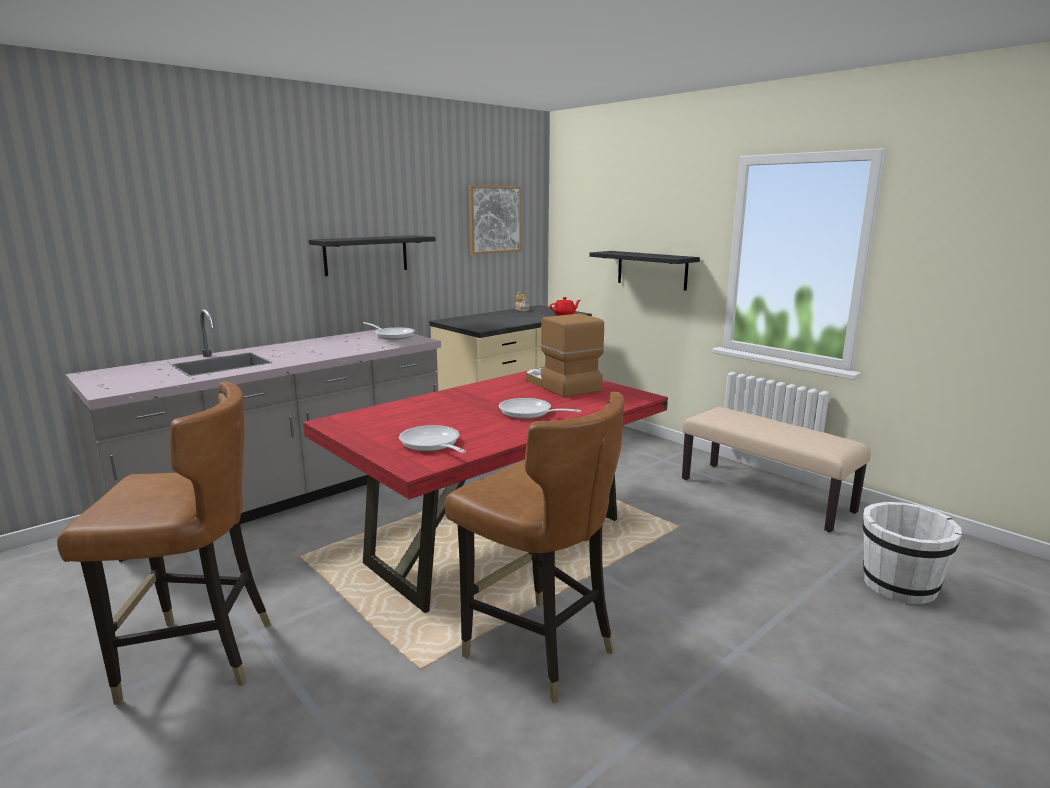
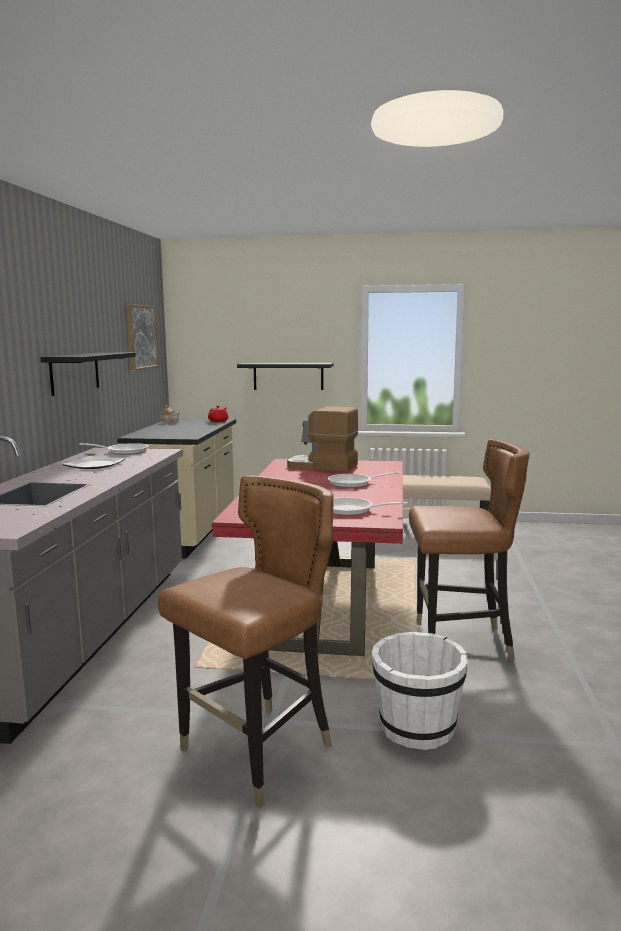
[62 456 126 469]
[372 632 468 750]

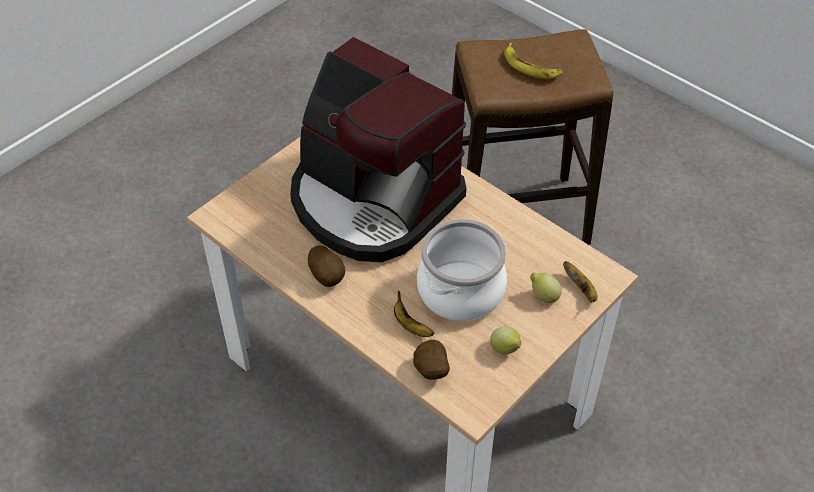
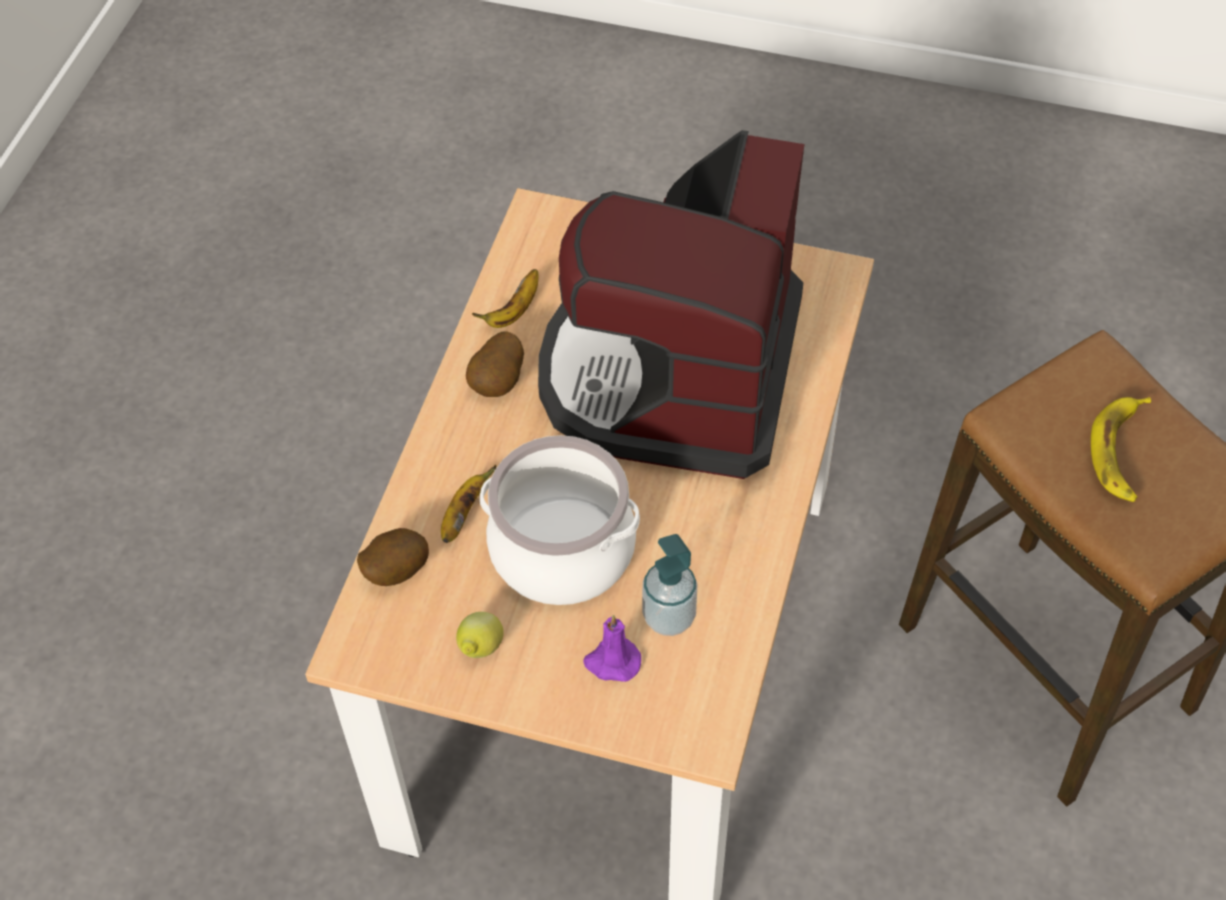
[642 534 697 636]
[472 269 538 328]
[583 615 641 682]

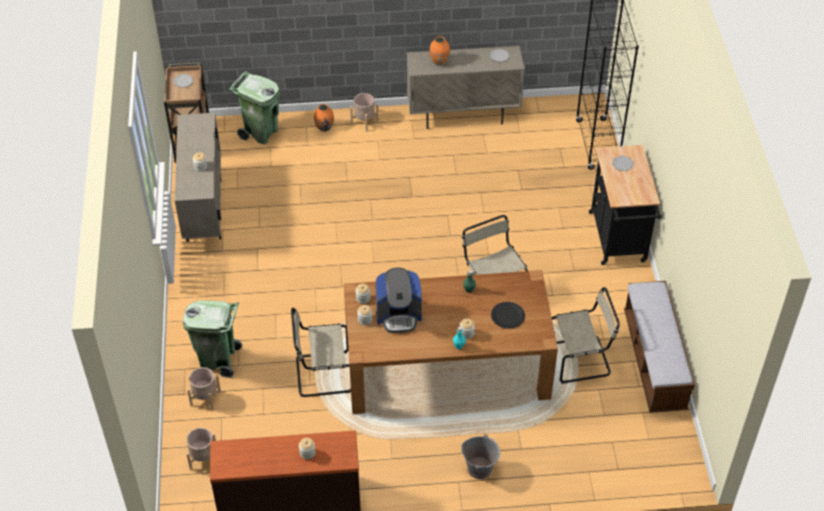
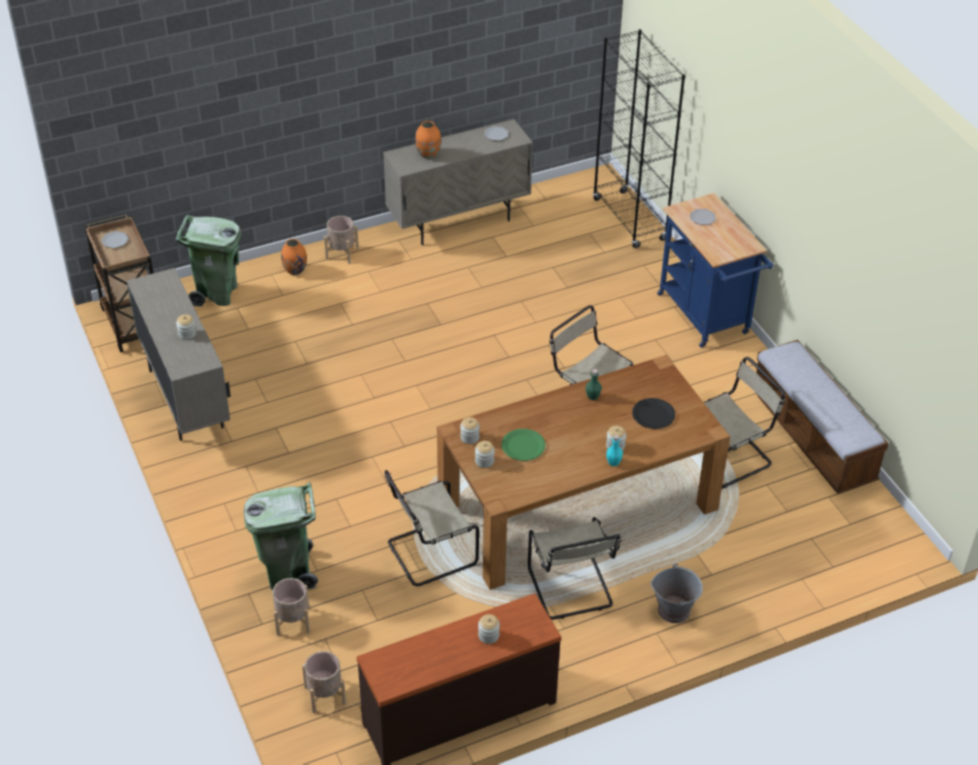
[528 517 622 620]
[502 429 545 461]
[657 193 774 348]

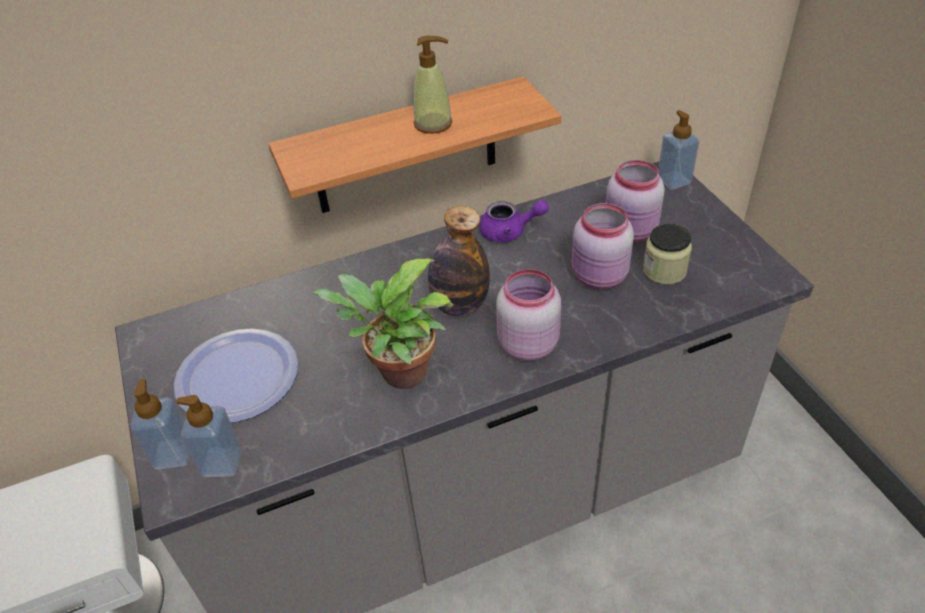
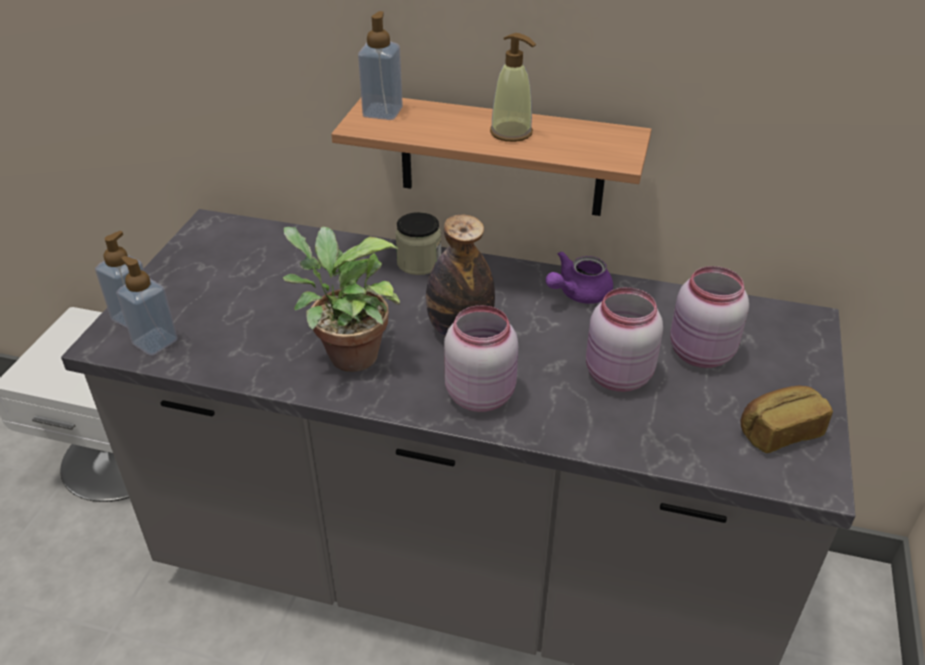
[174 328 298 423] (first image)
[740 386 833 453]
[395 212 441 275]
[358 11 403 120]
[546 251 613 304]

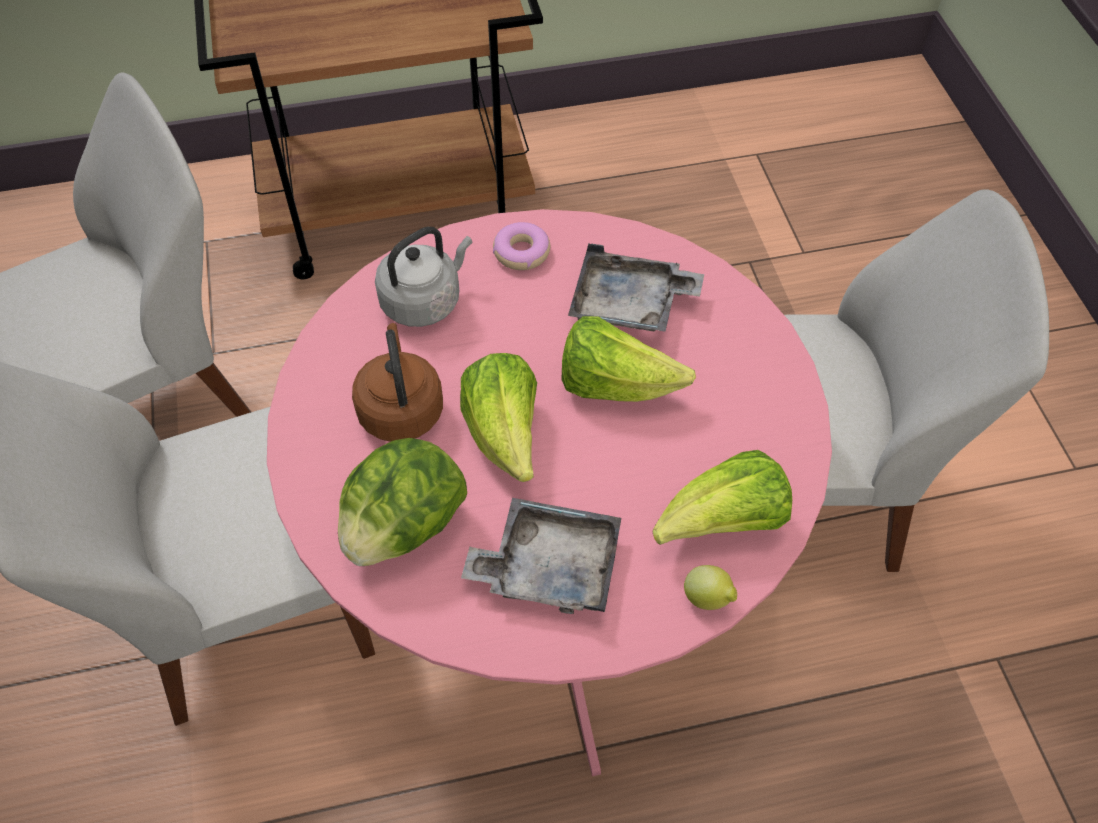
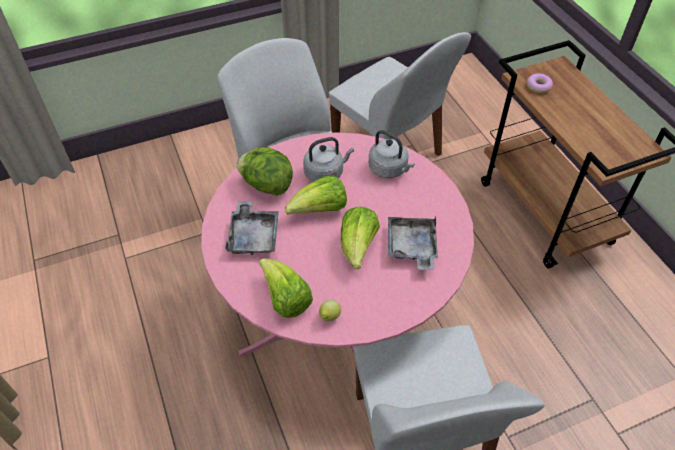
[527 74 553 93]
[319 300 341 321]
[303 137 354 182]

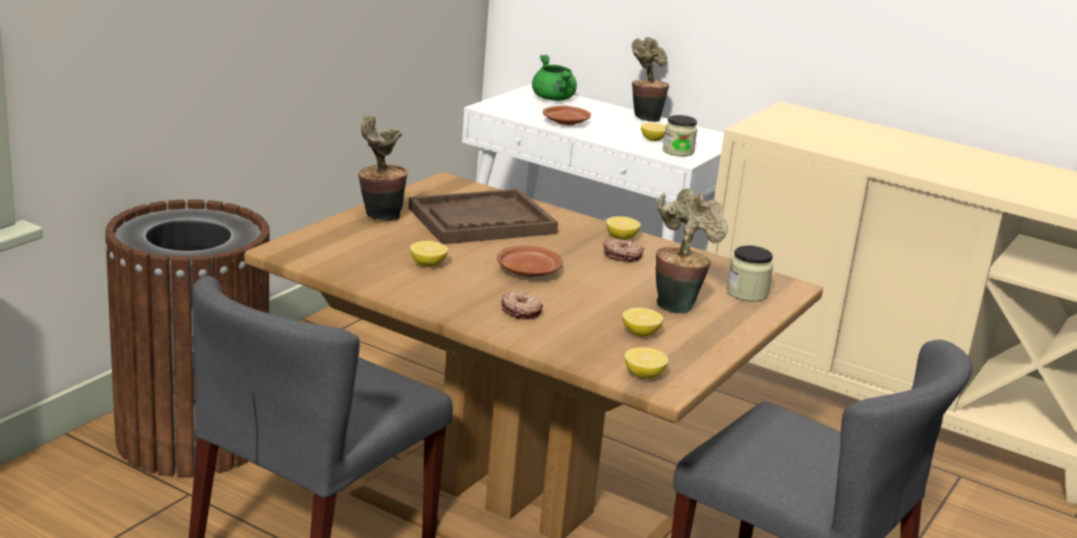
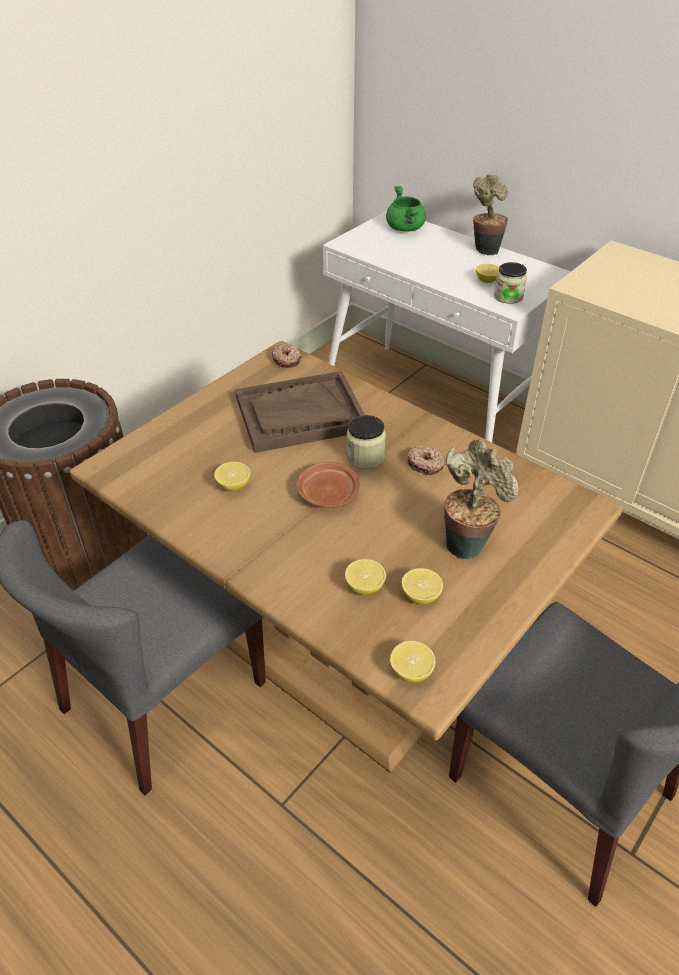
[358 115 408 221] (first image)
[543 106 591 125] (first image)
[272 344 301 368]
[345 559 386 595]
[346 415 386 469]

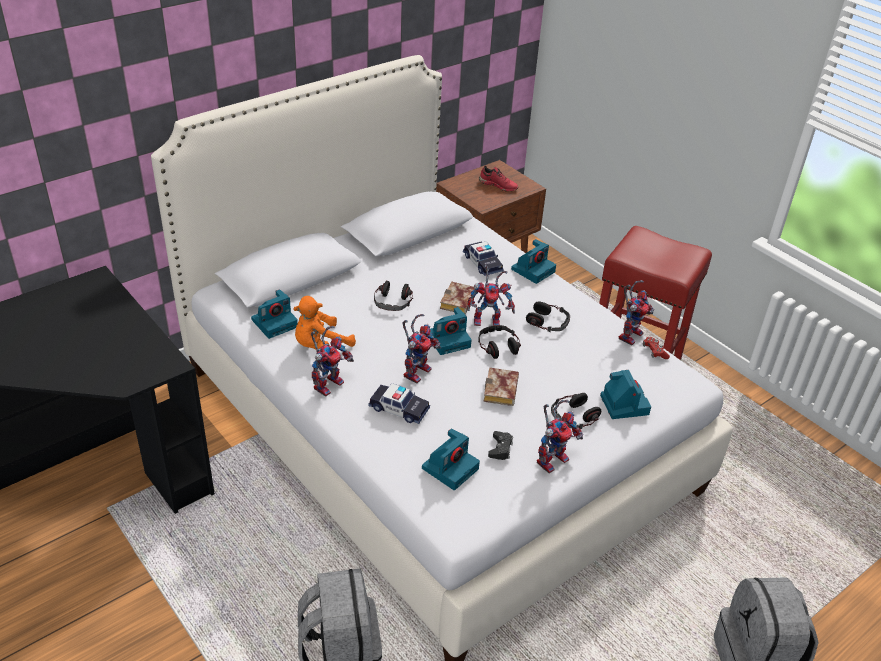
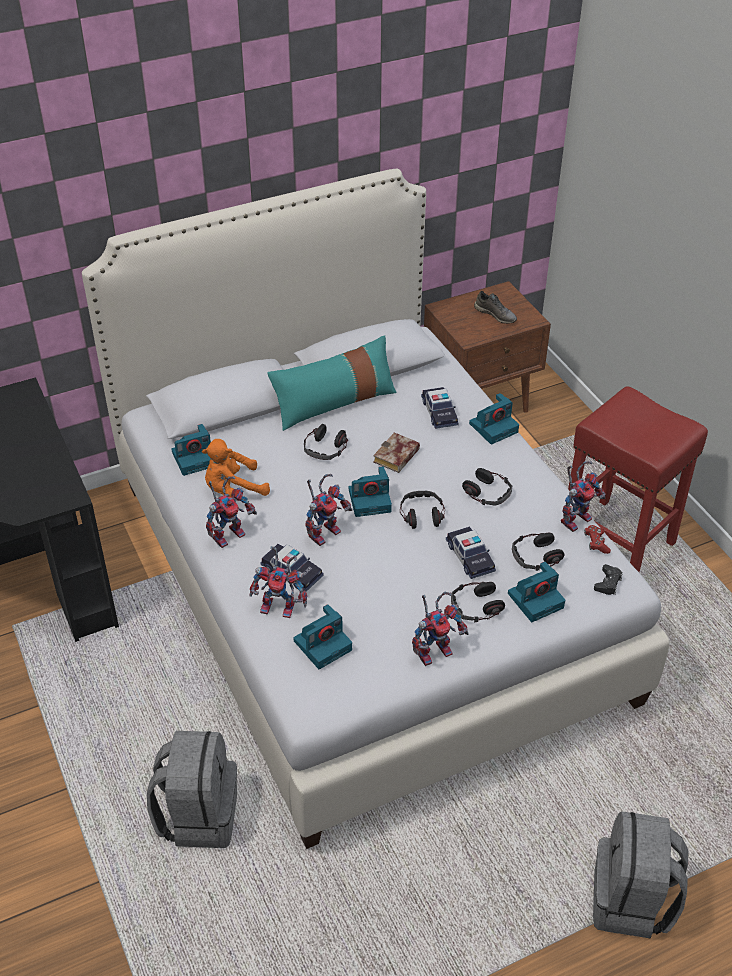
[484 368 519 406] (first image)
[267 335 397 431]
[446 527 496 579]
[512 533 565 571]
[250 546 307 618]
[594 564 623 595]
[474 291 517 324]
[508 562 565 622]

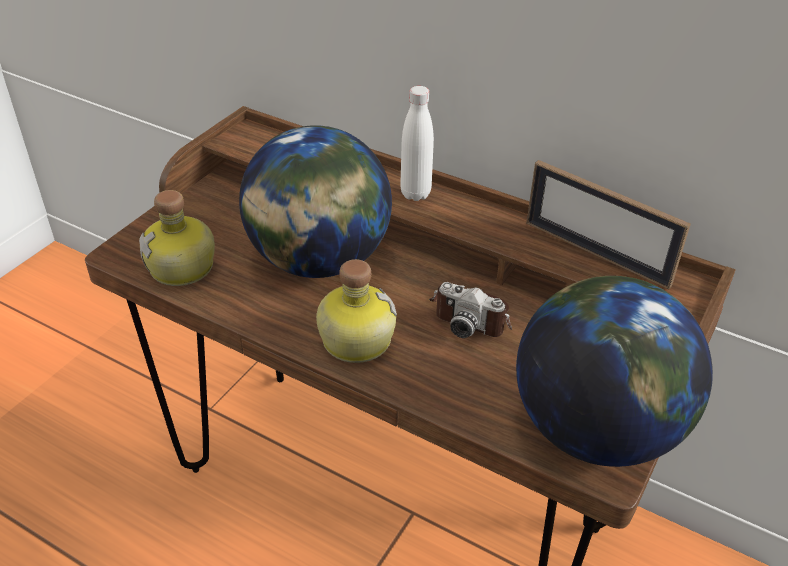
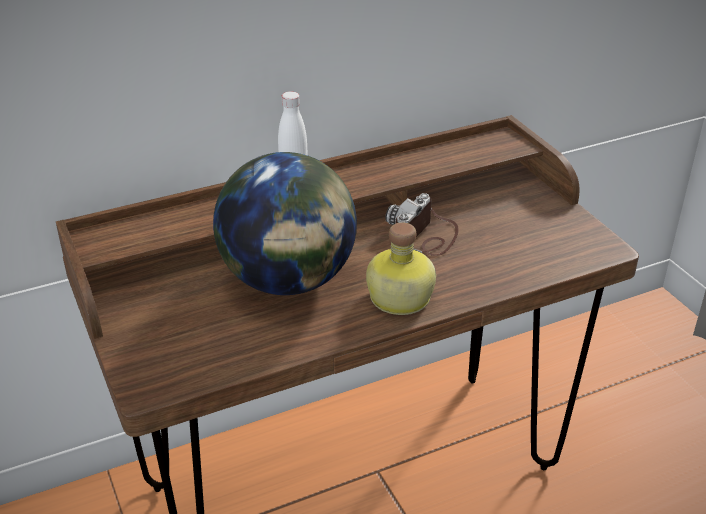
[139 190 215 286] (first image)
[516 276 713 467] (first image)
[526 160 691 289] (first image)
[385 193 459 256]

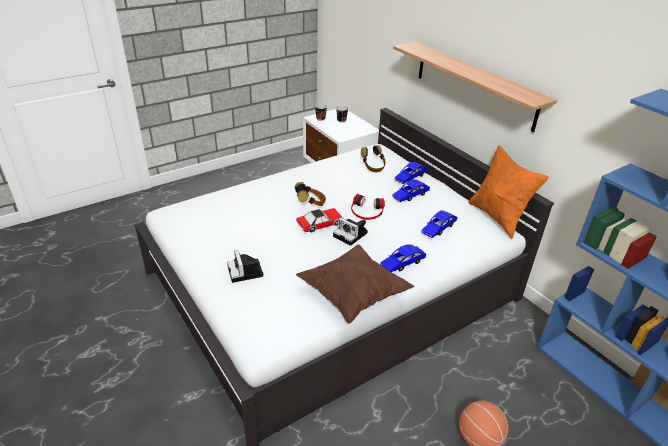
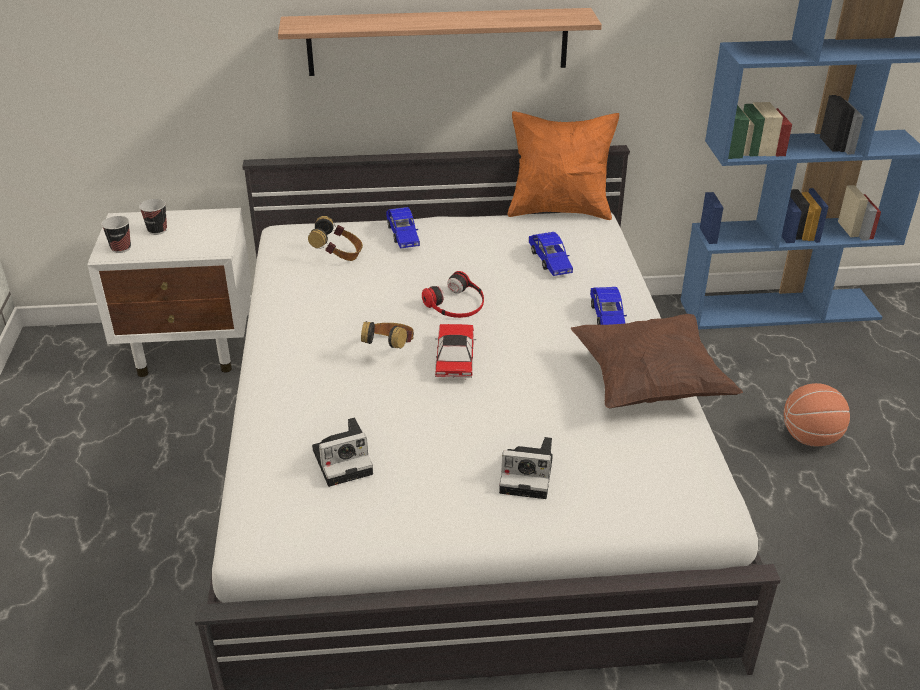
[392 179 430 202] (first image)
[312 418 373 487]

